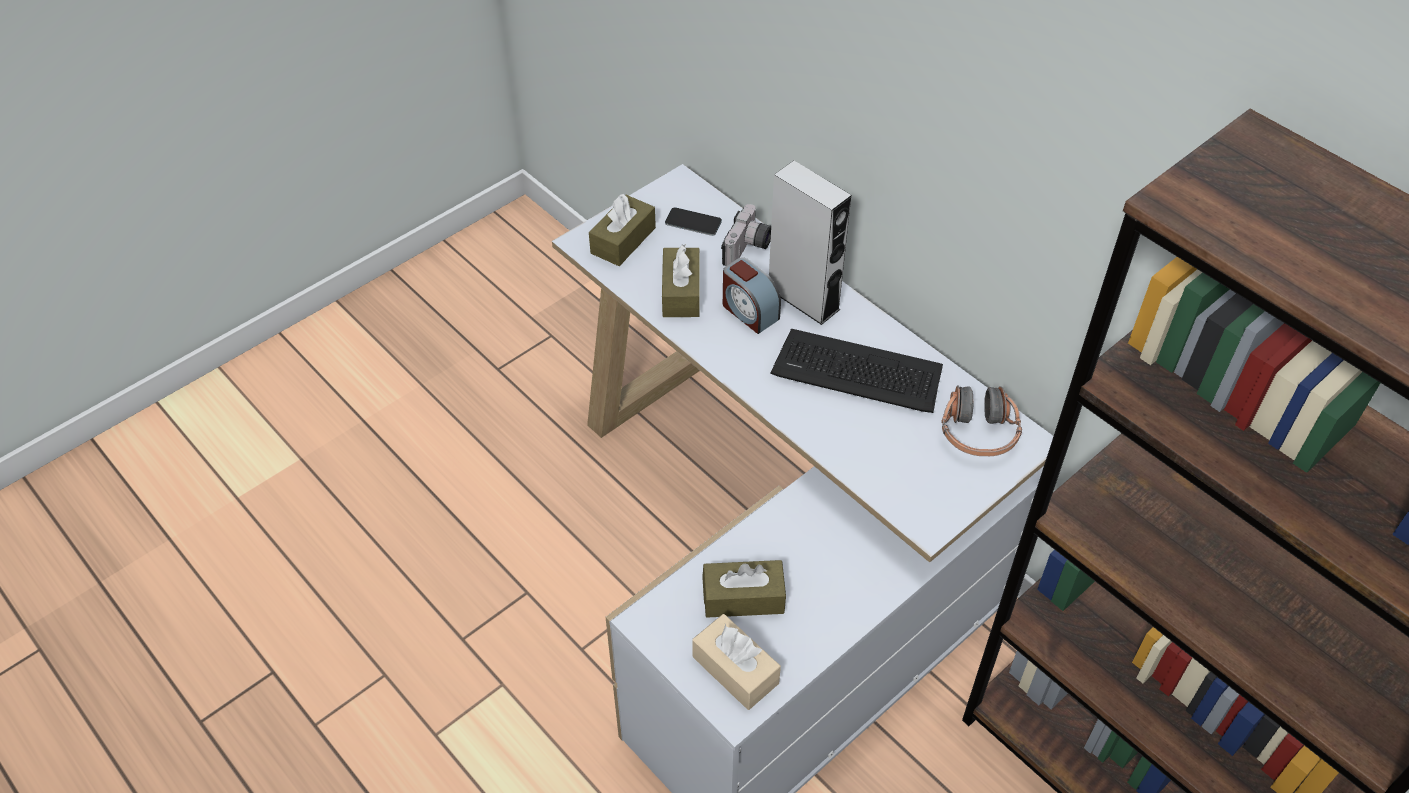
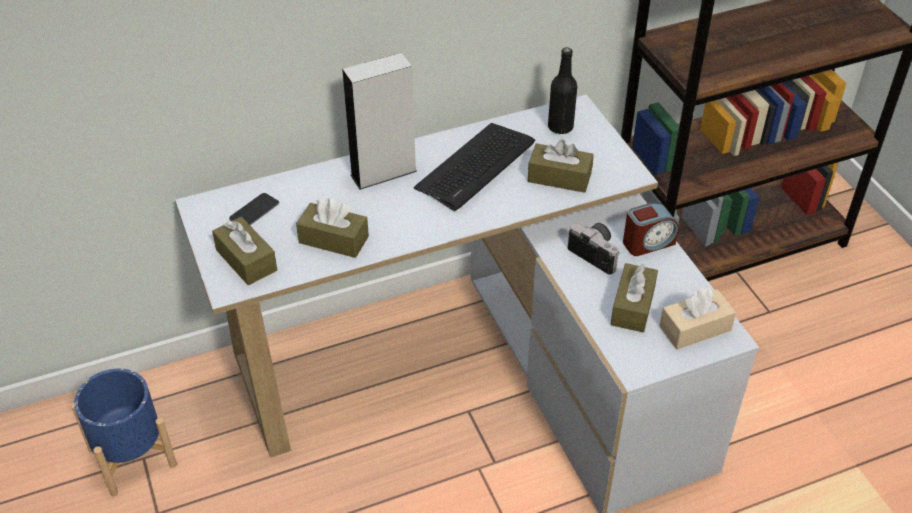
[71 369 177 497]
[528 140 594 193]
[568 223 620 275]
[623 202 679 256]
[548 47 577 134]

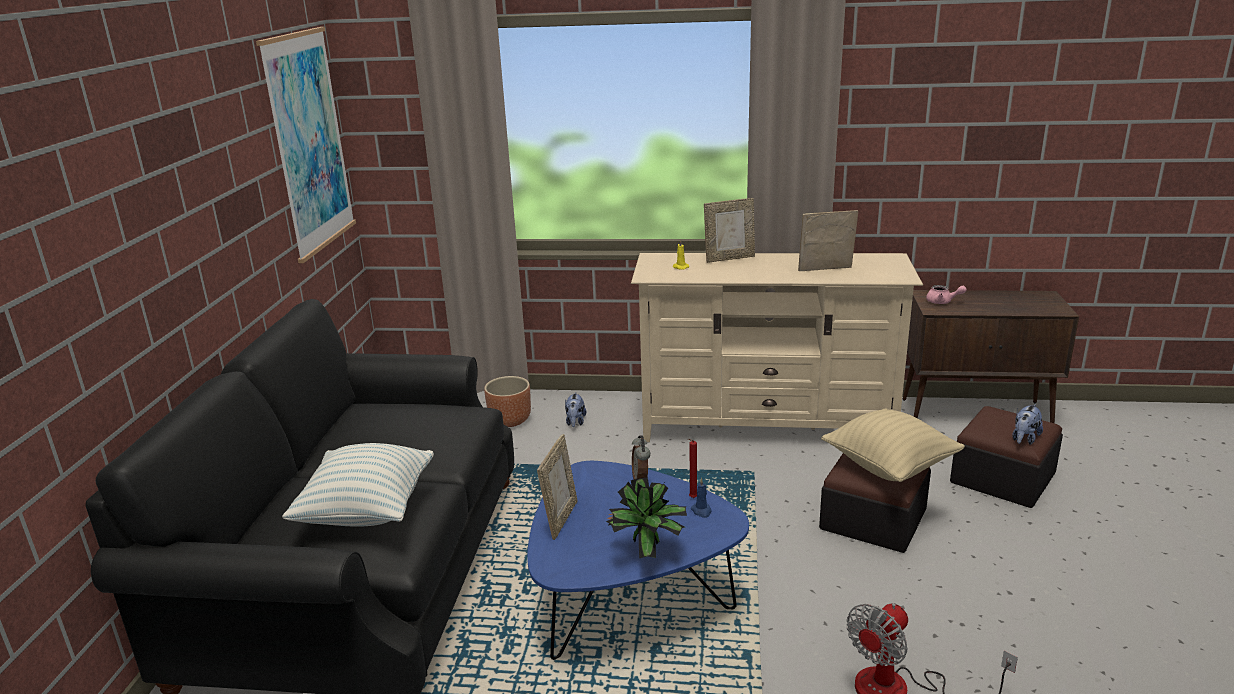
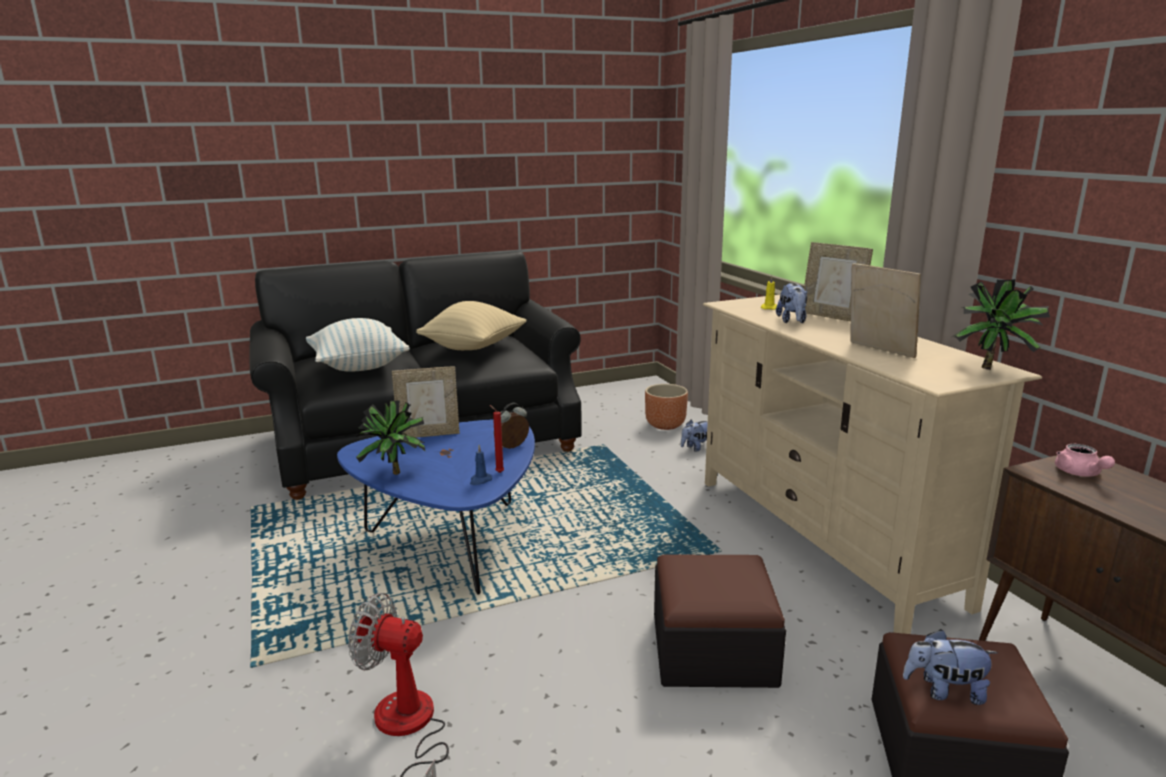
[256 27 356 263] (first image)
[776 283 808 323]
[952 279 1050 370]
[416 301 527 350]

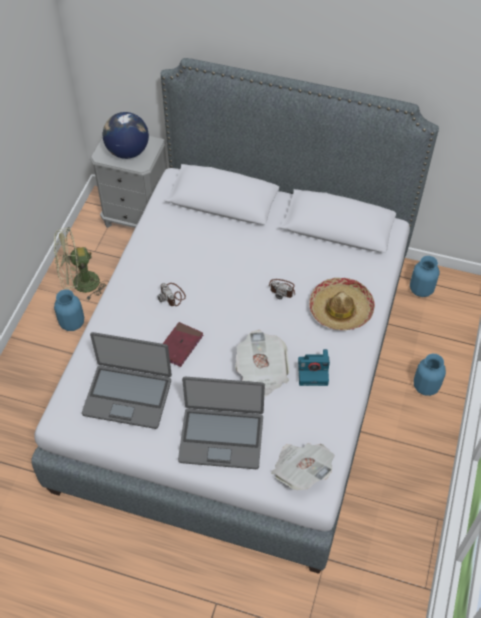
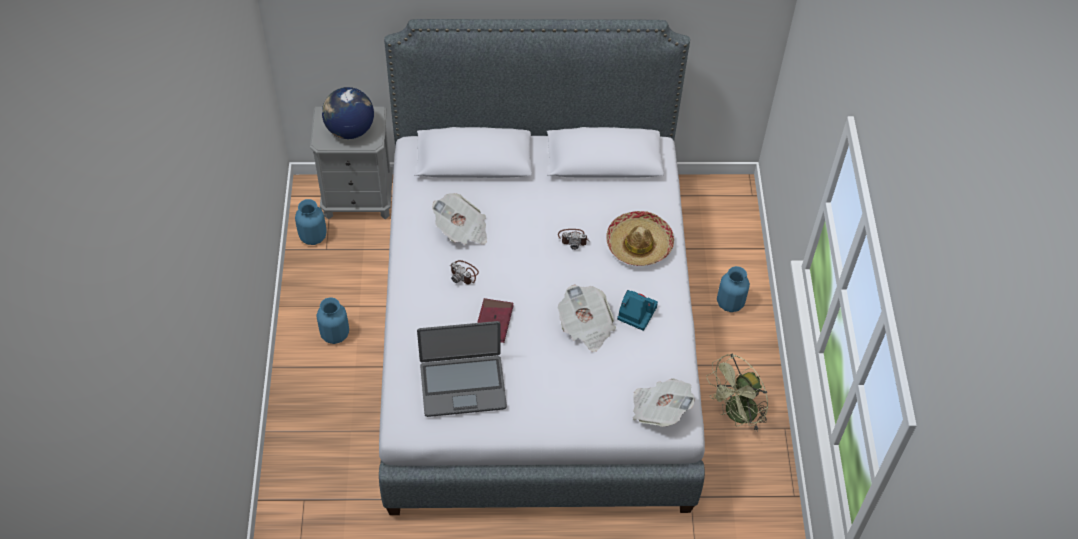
[178 377 265 469] (first image)
[432 193 487 245]
[706 354 768 430]
[295 199 327 245]
[617 290 658 331]

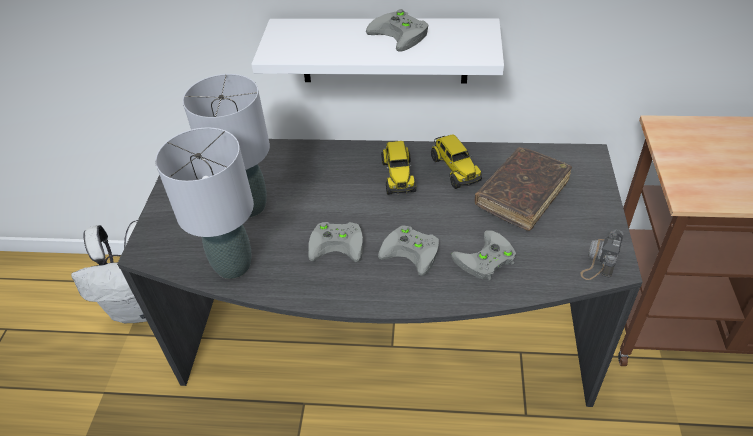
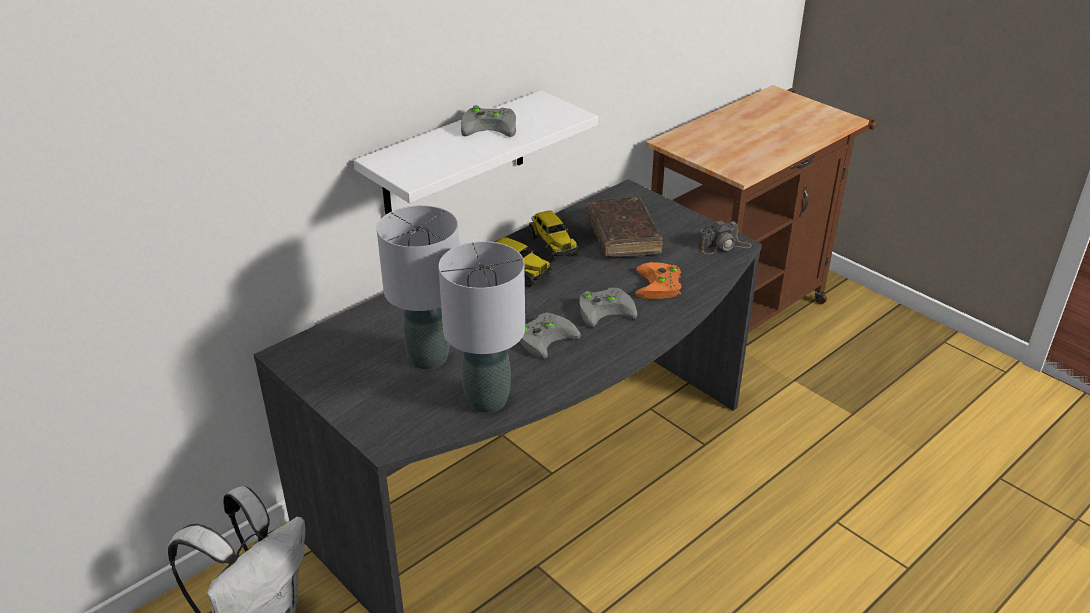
[635 262 681 299]
[528 211 578 261]
[698 220 752 254]

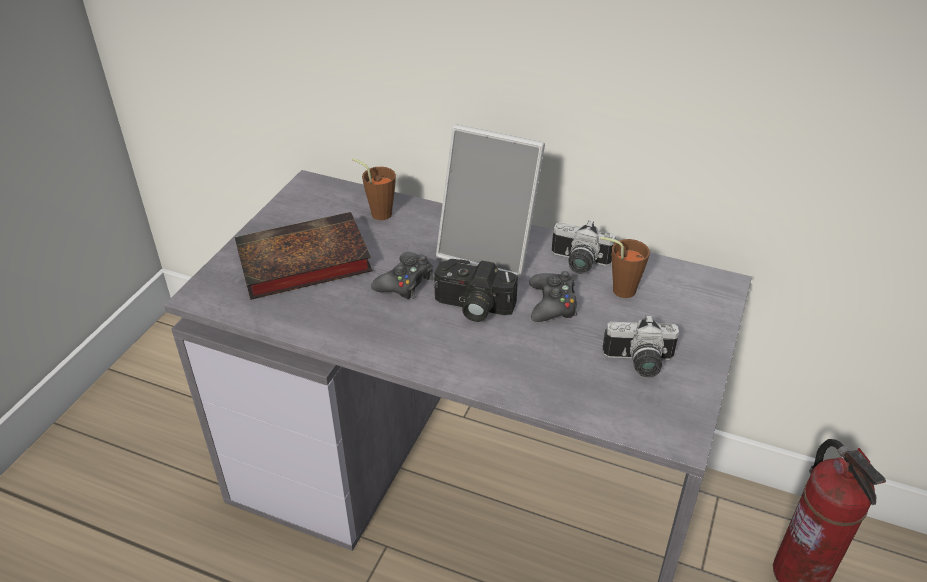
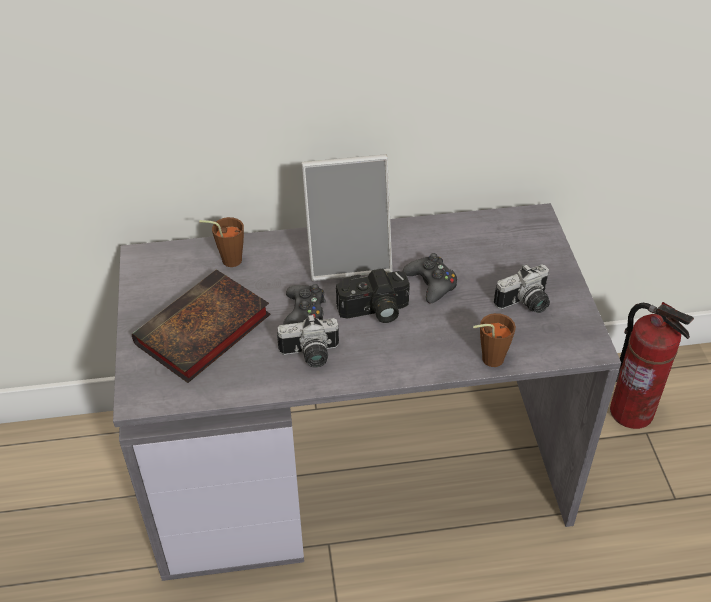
[277 315 339 368]
[473 313 516 367]

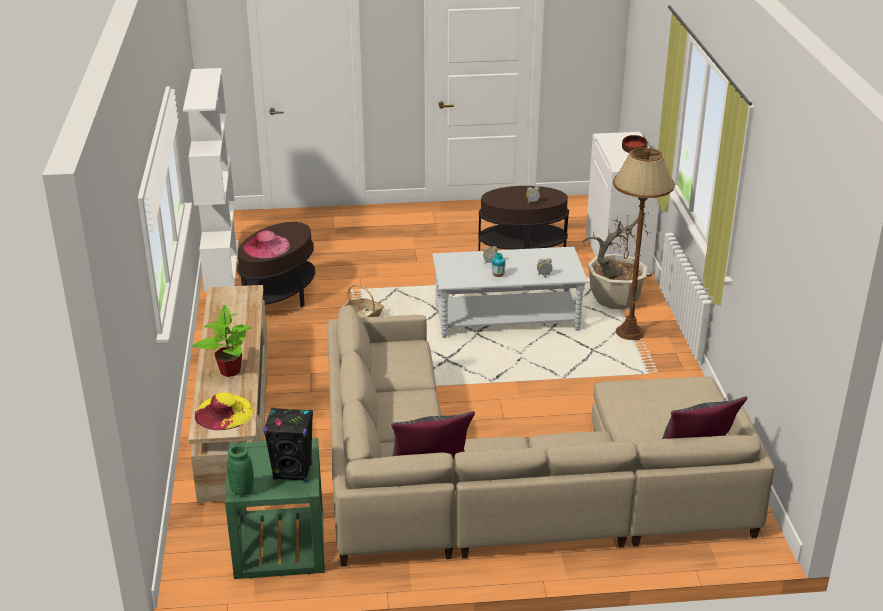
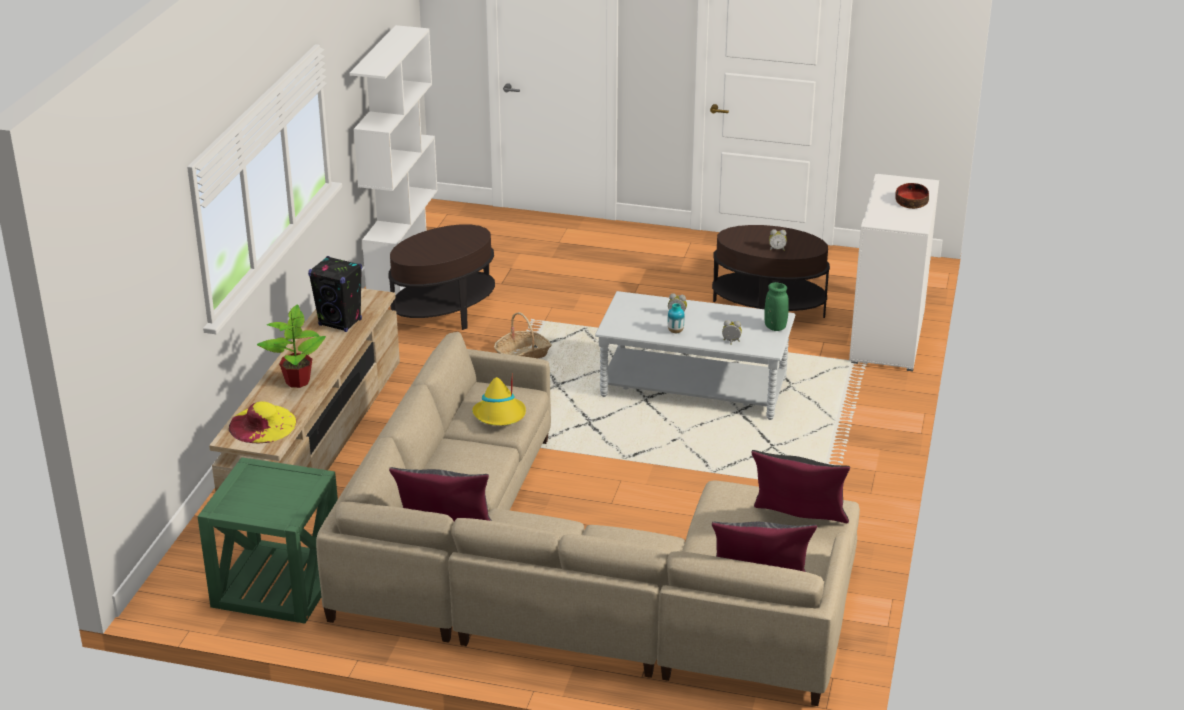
[243 230 290 258] (first image)
[582 209 653 310] (first image)
[613 148 675 340] (first image)
[472 377 526 426]
[751 450 850 523]
[764 282 789 331]
[308 256 362 332]

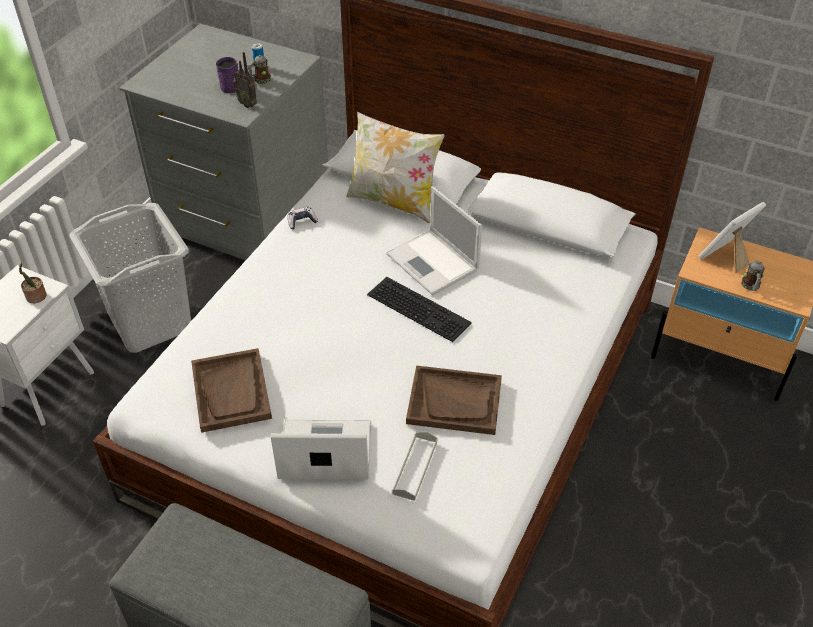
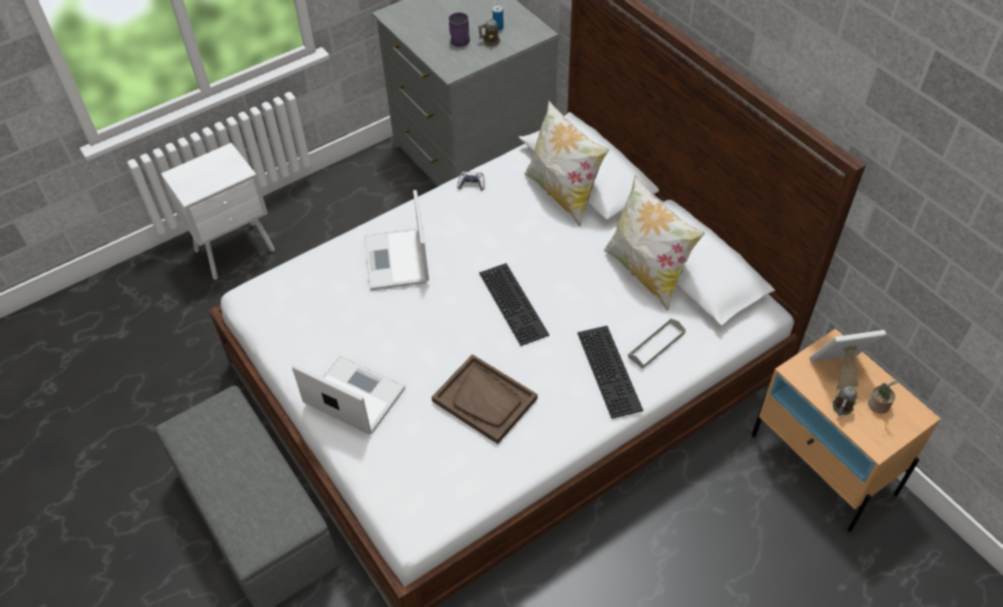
[69 203 191 353] (first image)
[191 348 272 433] (first image)
[233 52 257 108] (first image)
[577 326 643 419]
[604 176 705 311]
[868 381 898 414]
[364 190 429 290]
[628 318 686 369]

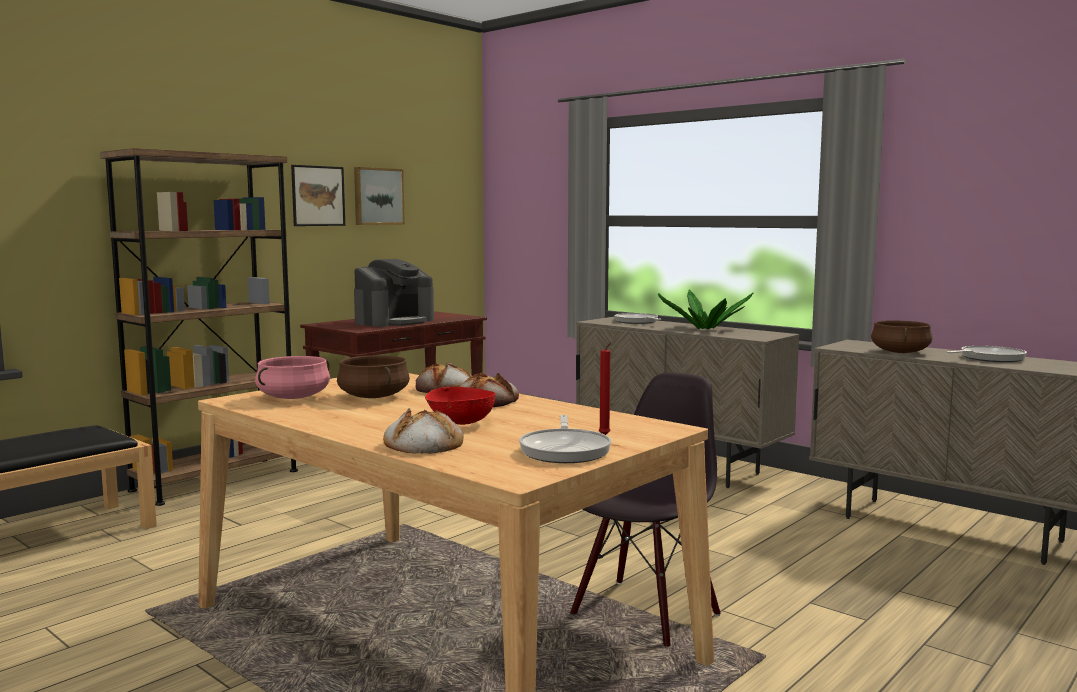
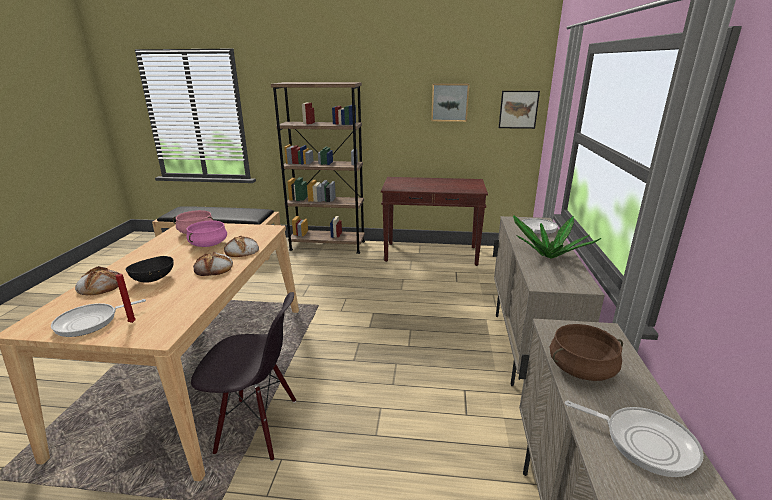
[354 259 434 327] (first image)
[499 91 540 129]
[186 220 227 247]
[126 256 174 283]

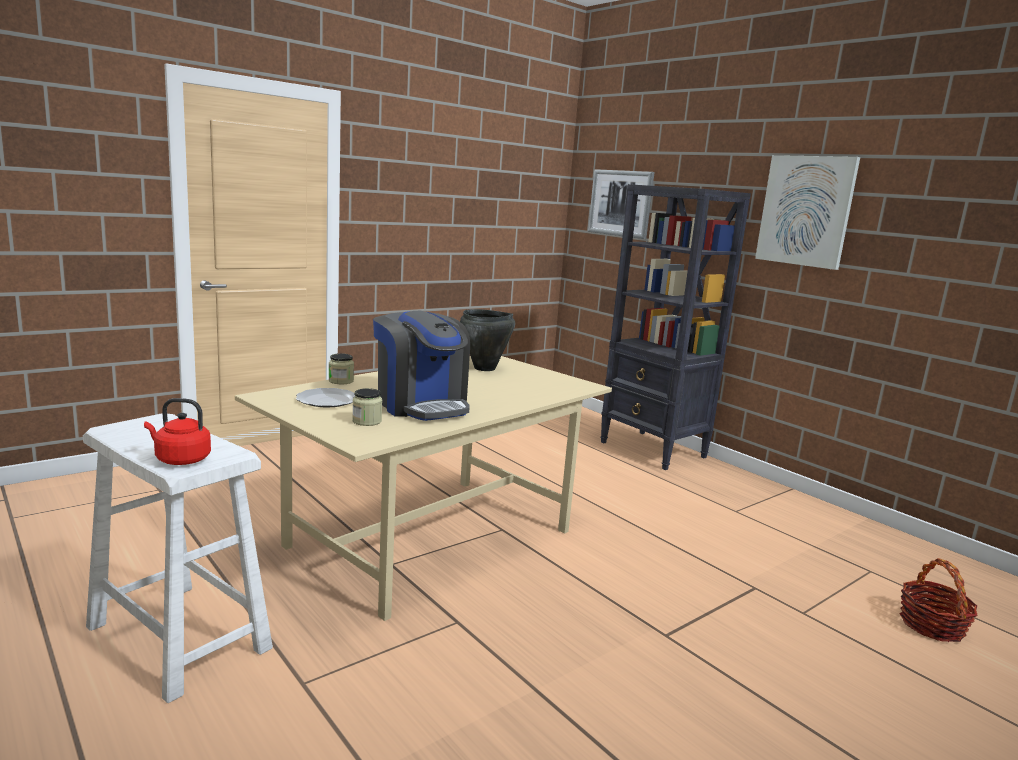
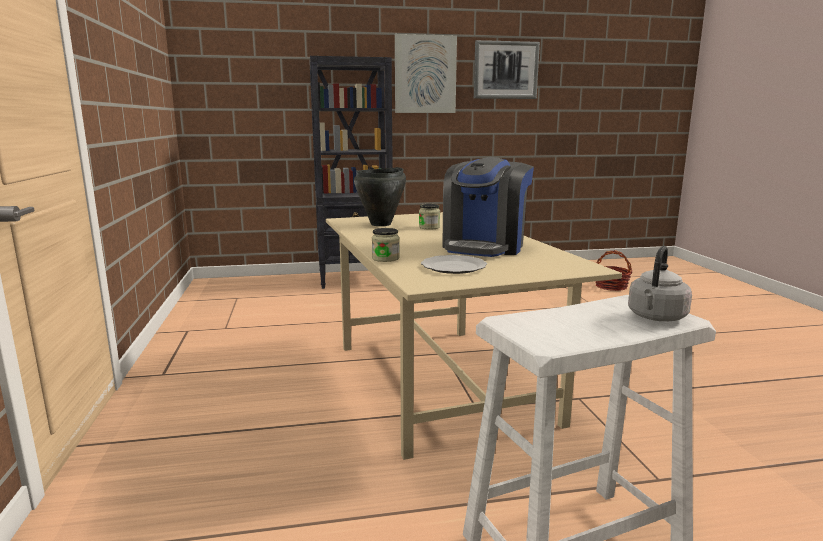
[419 204 440 230]
[474 40 540 99]
[628 246 692 321]
[442 157 534 257]

